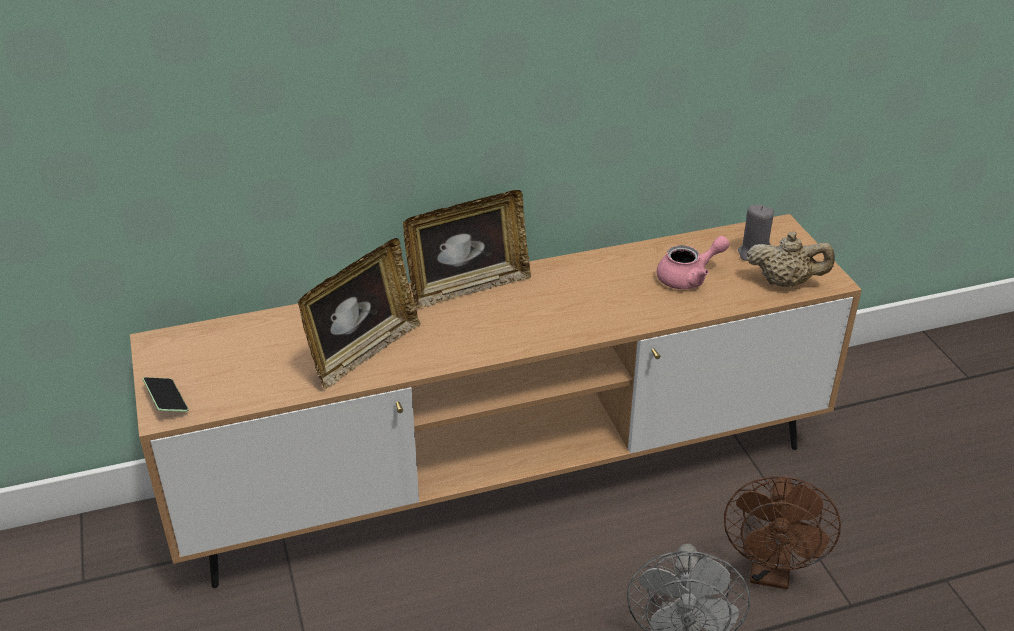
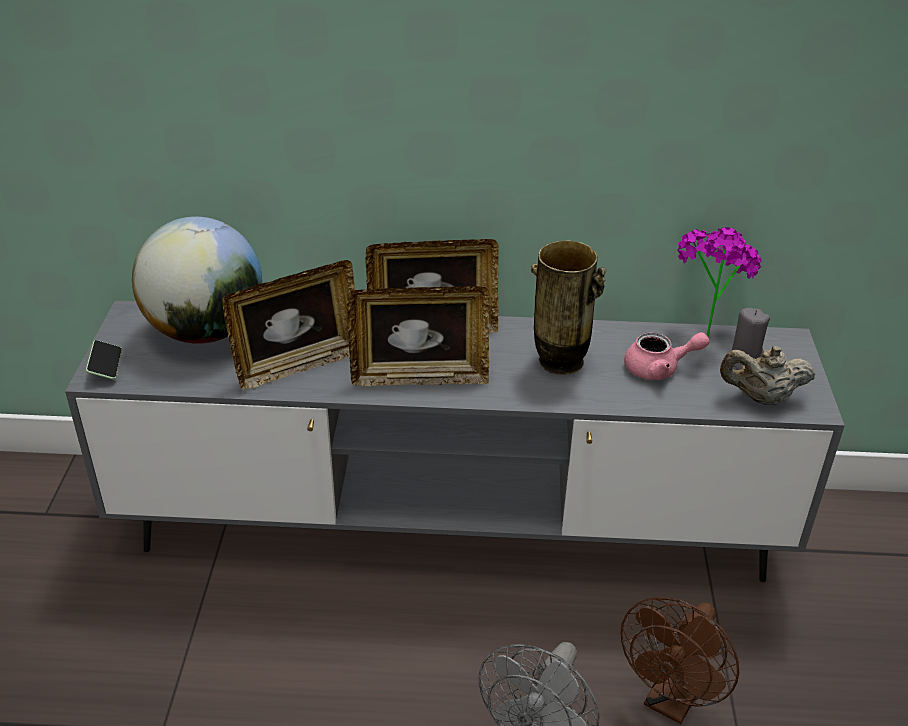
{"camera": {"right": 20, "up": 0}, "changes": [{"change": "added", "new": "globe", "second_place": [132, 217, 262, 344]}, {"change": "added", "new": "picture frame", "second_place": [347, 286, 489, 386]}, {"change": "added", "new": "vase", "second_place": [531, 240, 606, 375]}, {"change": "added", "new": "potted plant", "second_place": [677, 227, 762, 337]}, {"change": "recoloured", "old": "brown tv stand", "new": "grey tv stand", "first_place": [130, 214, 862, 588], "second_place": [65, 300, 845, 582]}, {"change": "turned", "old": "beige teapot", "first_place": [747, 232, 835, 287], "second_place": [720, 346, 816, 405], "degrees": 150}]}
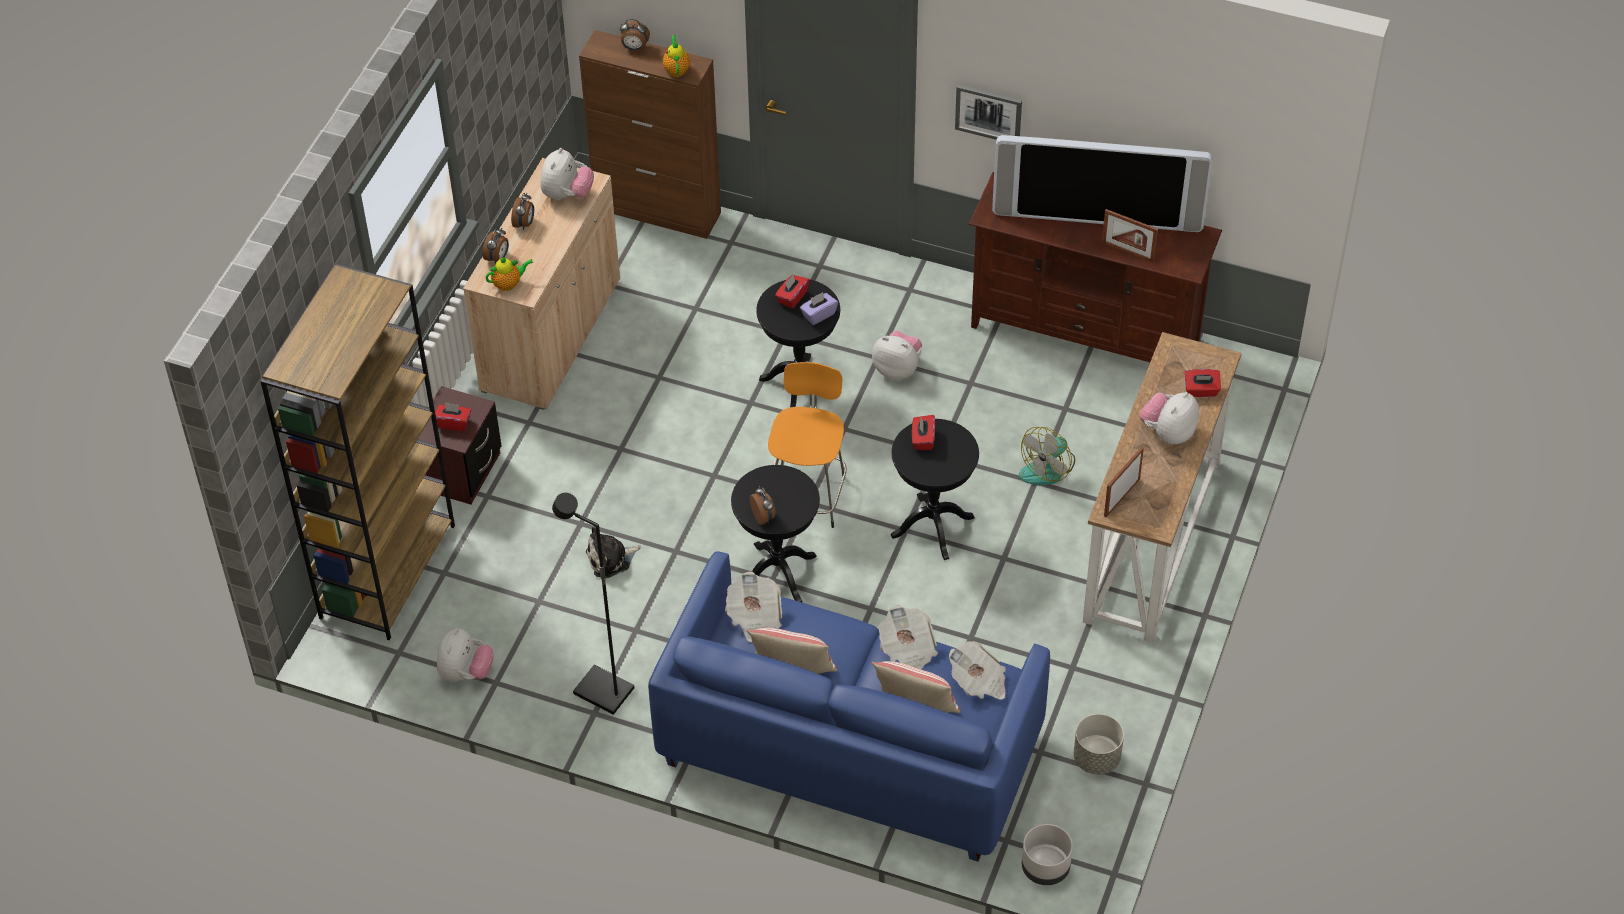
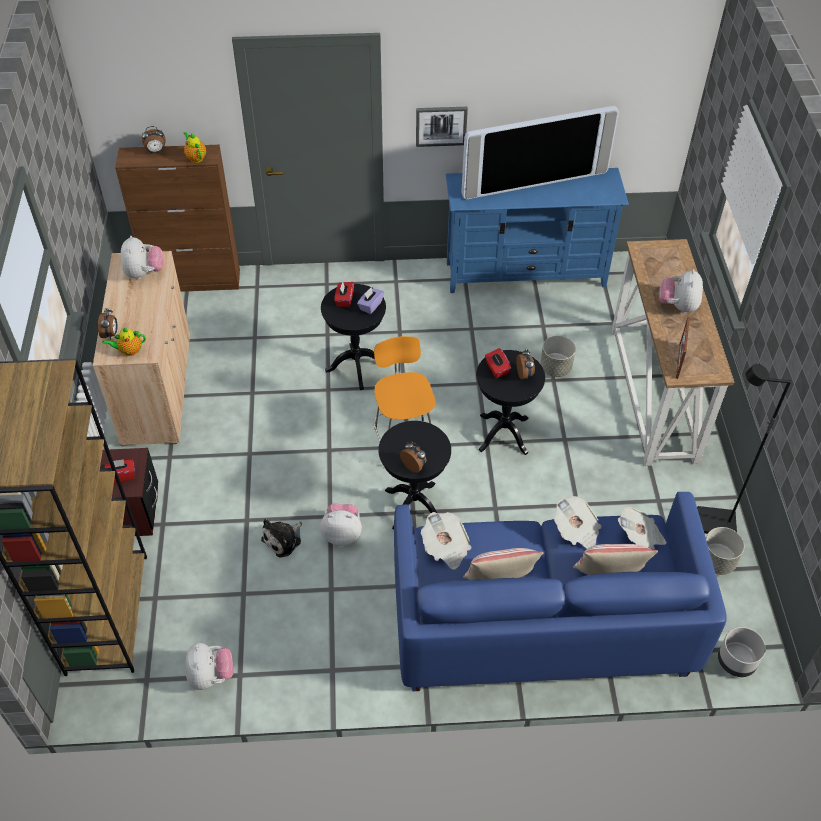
{"camera": {"right": -25, "up": 0}, "changes": [{"change": "removed", "old": "picture frame", "first_place": [1102, 209, 1158, 262]}, {"change": "removed", "old": "red tissue box", "first_place": [1184, 369, 1221, 397]}, {"change": "moved", "old": "alarm clock", "first_place": [511, 193, 534, 230], "second_place": [516, 349, 535, 379]}, {"change": "moved", "old": "black floor lamp", "first_place": [552, 493, 635, 715], "second_place": [697, 364, 791, 534]}, {"change": "moved", "old": "plush toy", "first_place": [872, 331, 922, 380], "second_place": [320, 503, 362, 546]}, {"change": "replaced", "old": "fan", "new": "grey planter", "first_place": [1019, 427, 1075, 485], "second_place": [540, 336, 576, 377]}, {"change": "recoloured", "old": "brown tv stand", "new": "blue tv stand", "first_place": [969, 172, 1222, 362], "second_place": [446, 168, 629, 293]}, {"change": "turned", "old": "teapot", "first_place": [486, 257, 533, 291], "second_place": [102, 328, 146, 356], "degrees": -150}]}
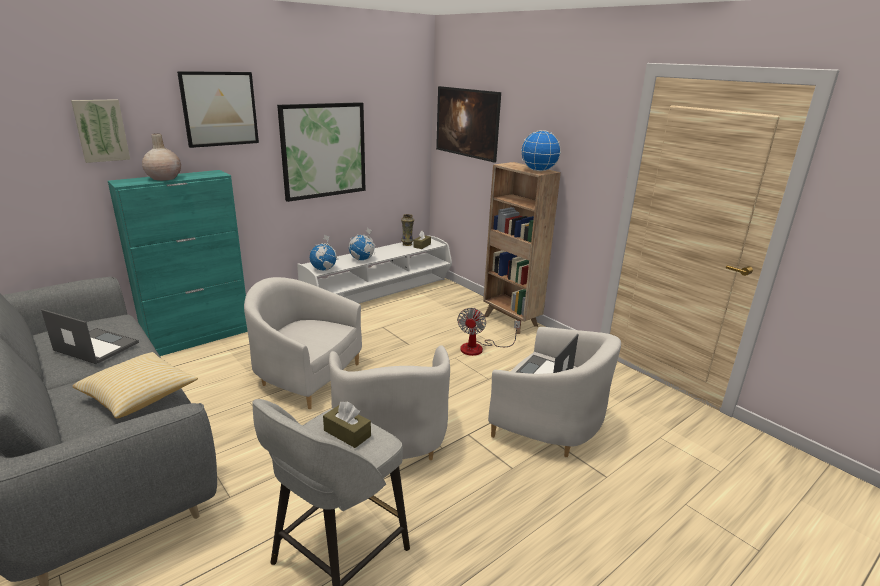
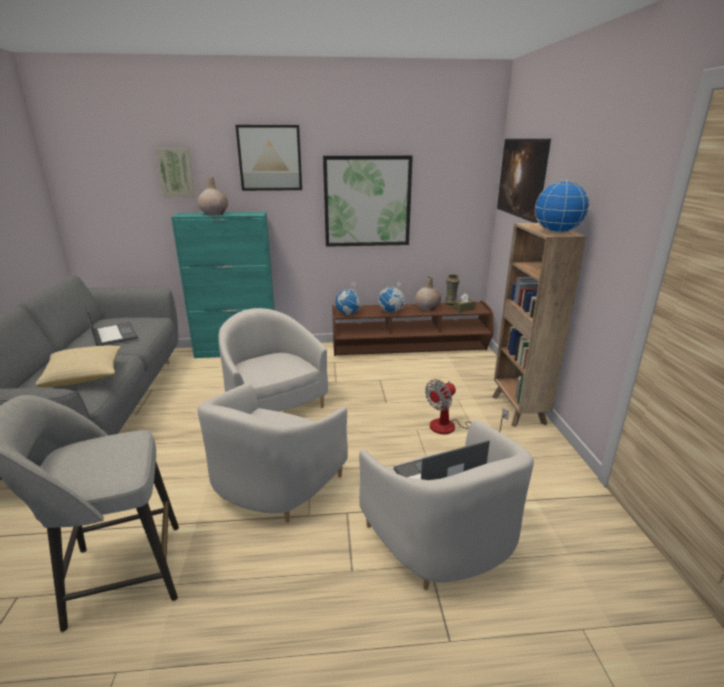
{"camera": {"right": 35, "up": 0}, "changes": [{"change": "removed", "old": "brown tissue box", "first_place": [323, 401, 371, 448]}, {"change": "added", "new": "beige vase", "second_place": [415, 277, 441, 311]}, {"change": "recoloured", "old": "white tv stand", "new": "brown tv stand", "first_place": [297, 235, 452, 303], "second_place": [332, 301, 494, 356]}]}
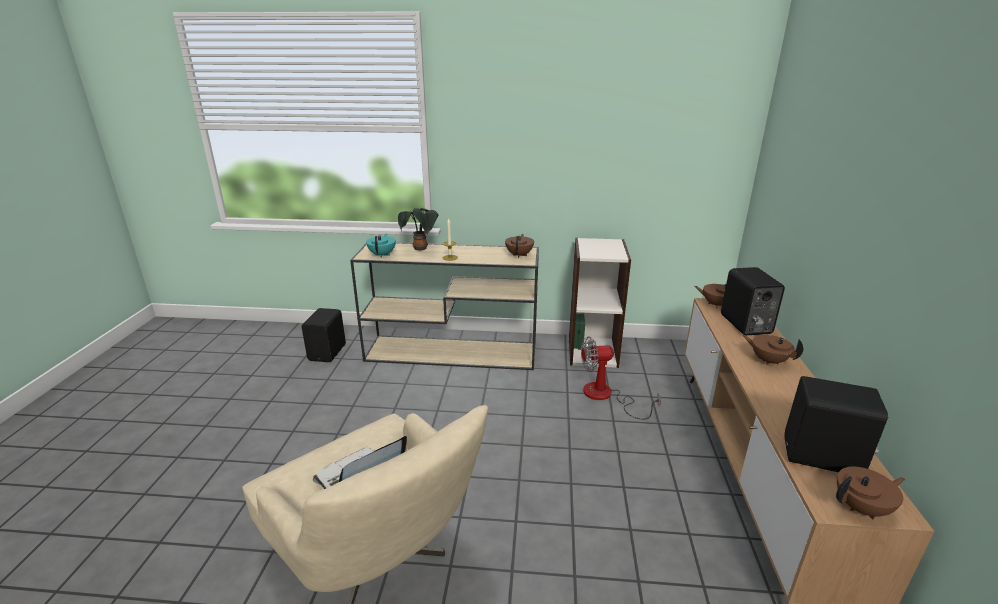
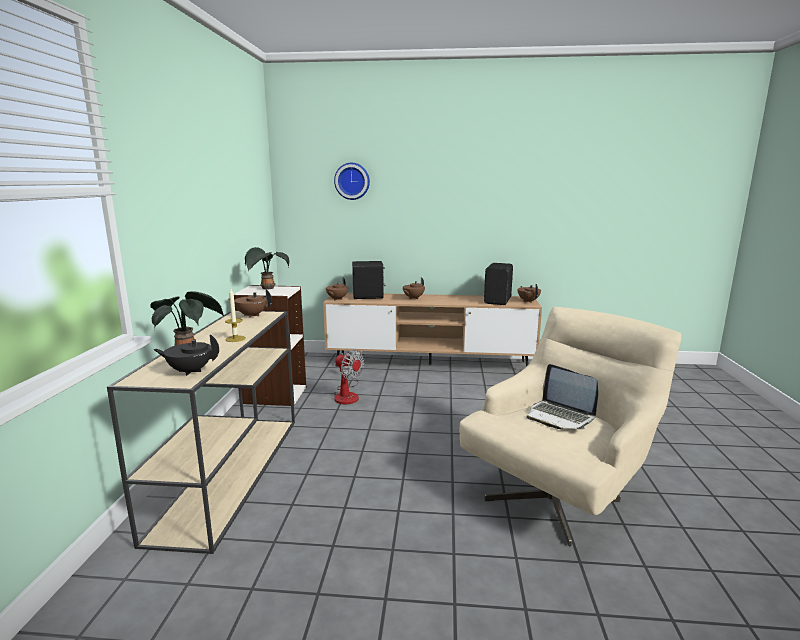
{"camera": {"right": -90, "up": -10}, "changes": [{"change": "removed", "old": "black speaker", "first_place": [302, 308, 346, 362]}, {"change": "added", "new": "potted plant", "second_place": [245, 247, 289, 289]}, {"change": "added", "new": "wall clock", "second_place": [334, 163, 370, 200]}, {"change": "recoloured", "old": "turquoise teapot", "new": "black teapot", "first_place": [366, 234, 396, 258], "second_place": [153, 334, 219, 376]}, {"change": "turned", "old": "fan", "first_place": [581, 336, 661, 420], "second_place": [334, 349, 364, 404], "degrees": -45}]}
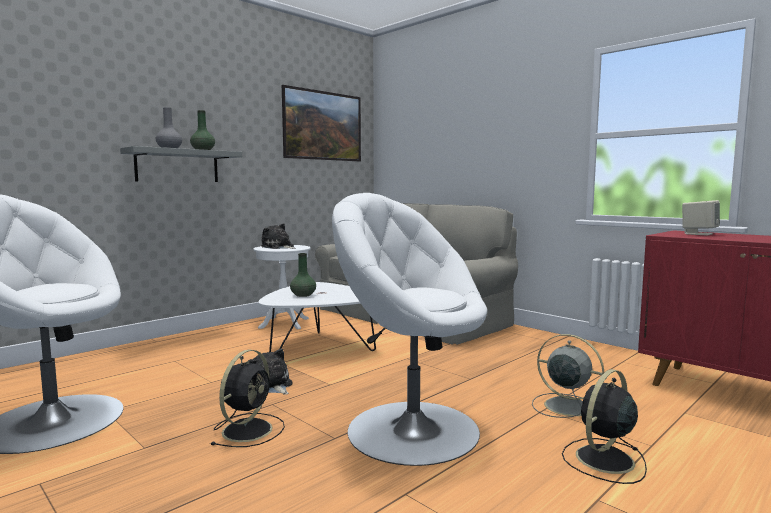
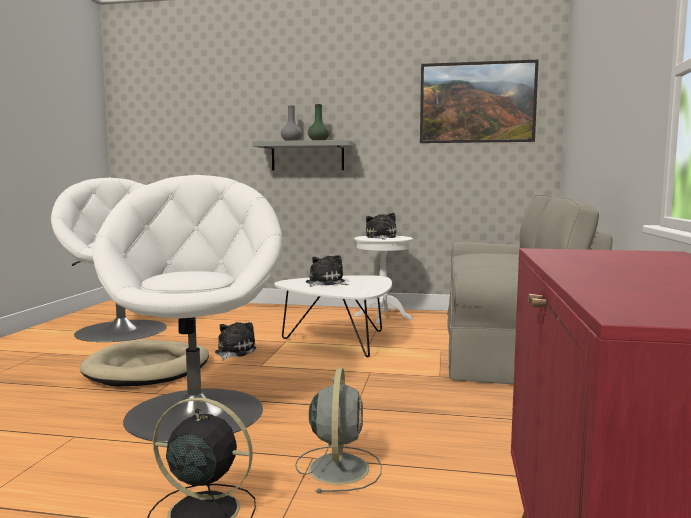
{"camera": {"right": 55, "up": 0}, "changes": [{"change": "removed", "old": "beige speaker", "first_place": [682, 200, 720, 236]}, {"change": "replaced", "old": "black fan", "new": "beige dog bed", "first_place": [210, 350, 285, 447], "second_place": [80, 339, 209, 386]}, {"change": "replaced", "old": "green vase", "new": "plush toy", "first_place": [290, 253, 316, 297], "second_place": [306, 255, 345, 287]}]}
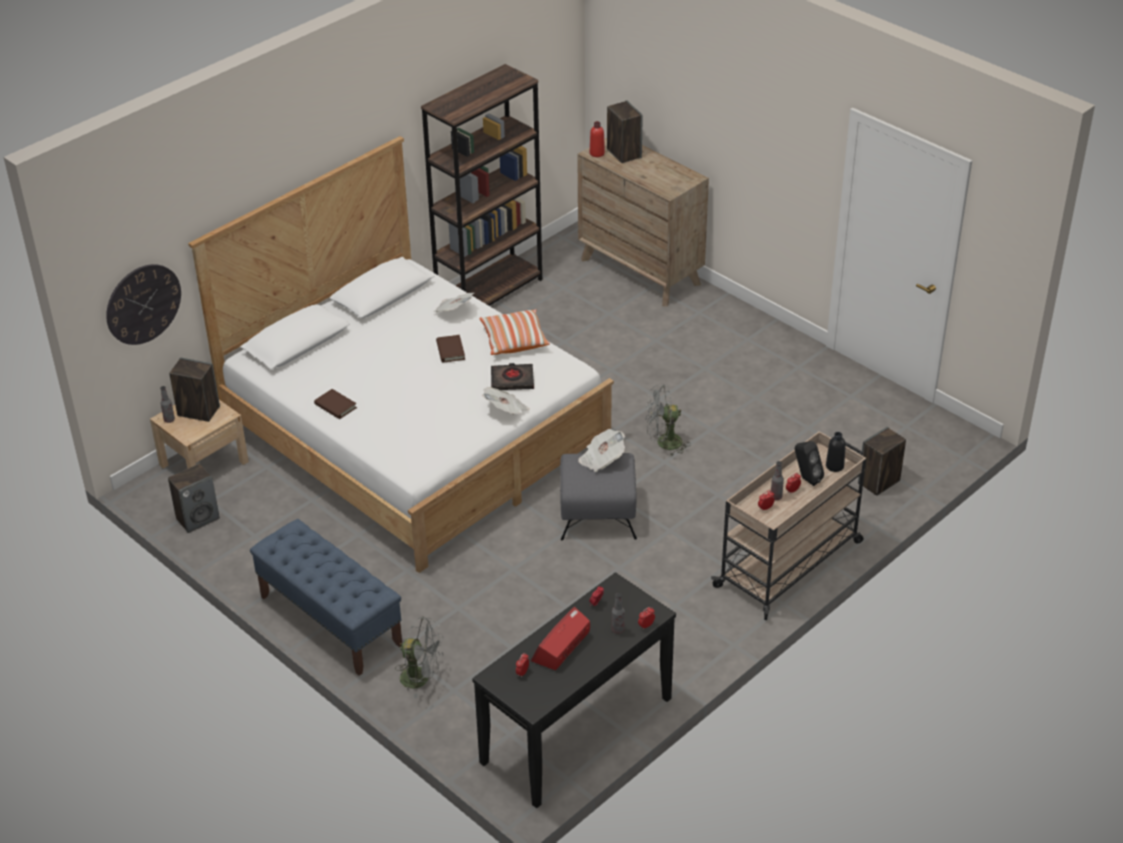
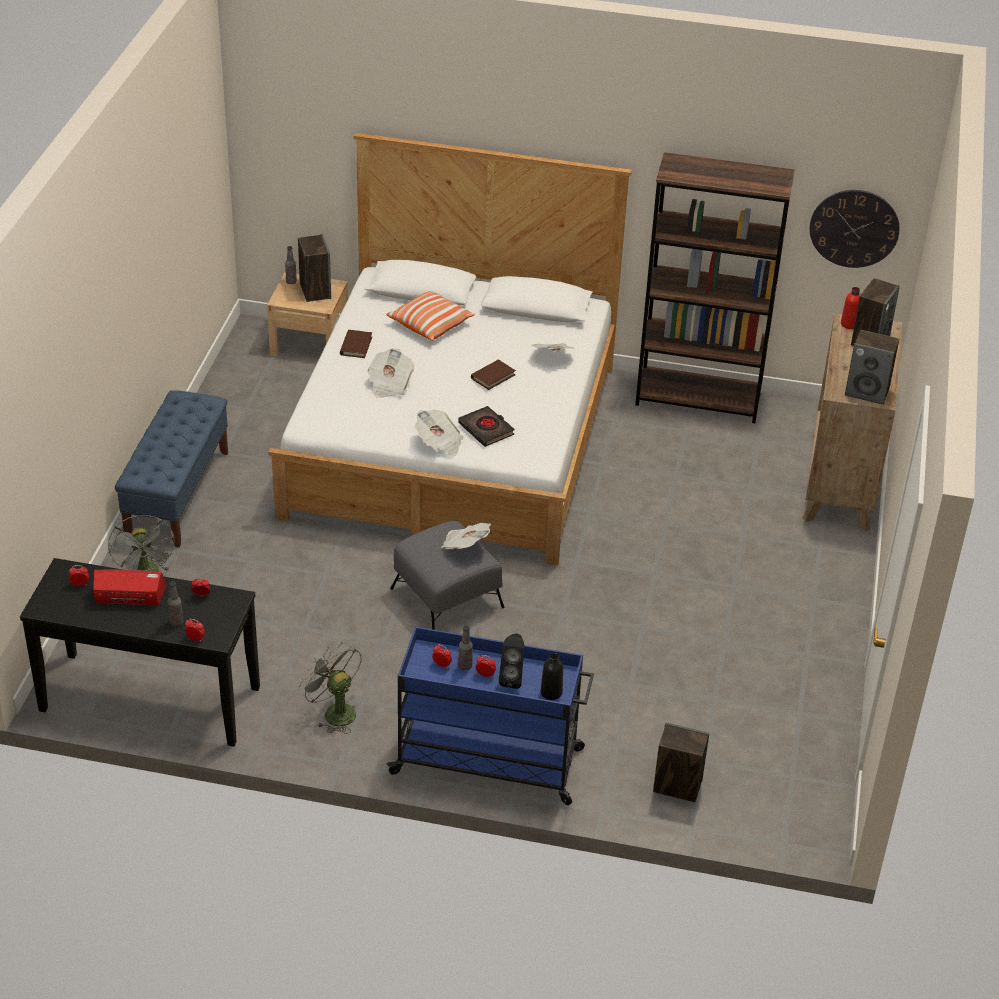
{"camera": {"right": 55, "up": 0}, "changes": [{"change": "added", "new": "newspaper", "second_place": [368, 348, 414, 398]}, {"change": "moved", "old": "wall clock", "first_place": [106, 264, 181, 345], "second_place": [810, 190, 900, 268]}, {"change": "moved", "old": "speaker", "first_place": [168, 464, 220, 533], "second_place": [845, 330, 899, 405]}, {"change": "moved", "old": "pillow", "first_place": [479, 309, 550, 355], "second_place": [386, 291, 475, 341]}, {"change": "moved", "old": "grey fan", "first_place": [645, 385, 691, 457], "second_place": [299, 641, 362, 734]}, {"change": "recoloured", "old": "beige cart", "new": "blue cart", "first_place": [711, 431, 866, 620], "second_place": [386, 627, 594, 805]}]}
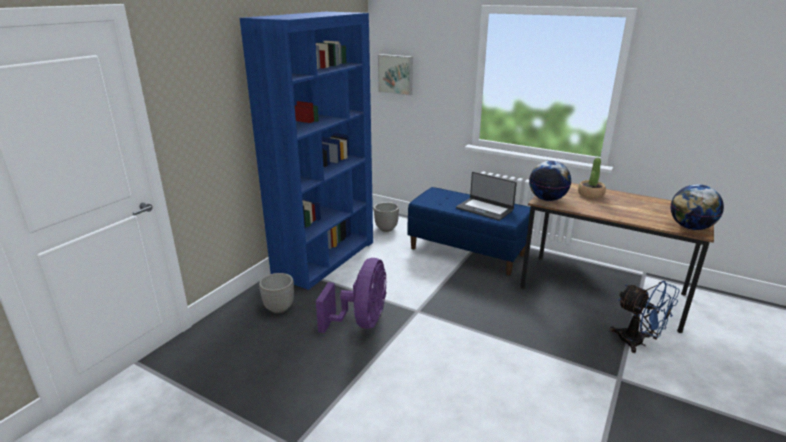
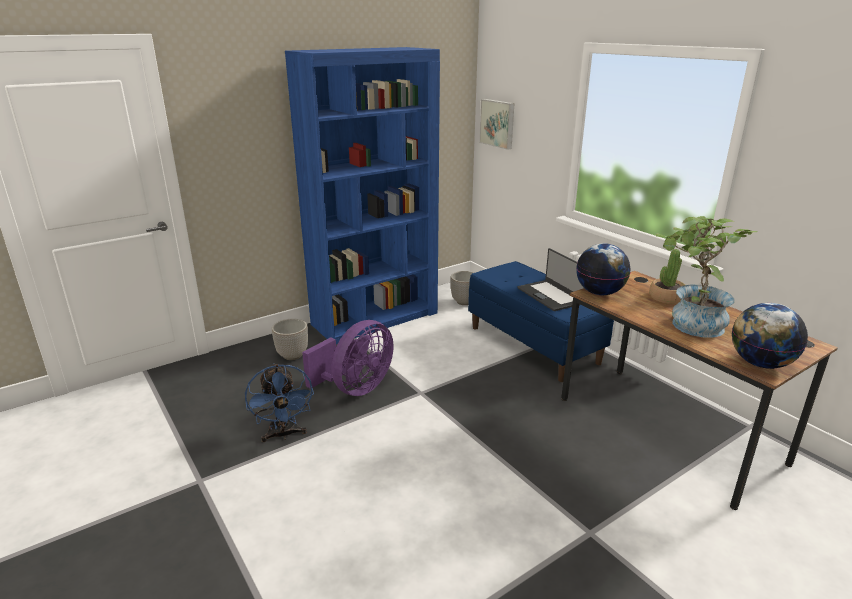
{"camera": {"right": 25, "up": 0}, "changes": [{"change": "added", "new": "potted plant", "second_place": [655, 216, 758, 338]}, {"change": "moved", "old": "blue fan", "first_place": [610, 281, 680, 353], "second_place": [245, 363, 314, 442]}]}
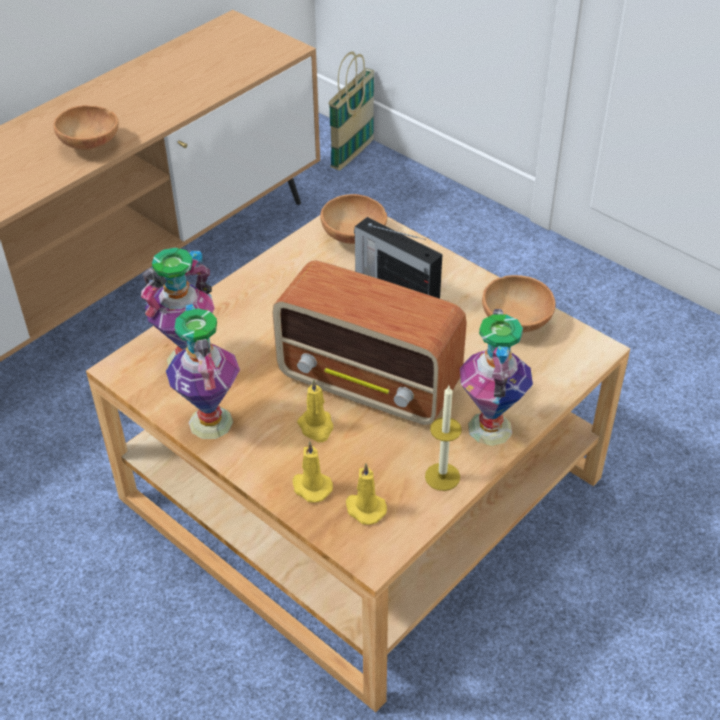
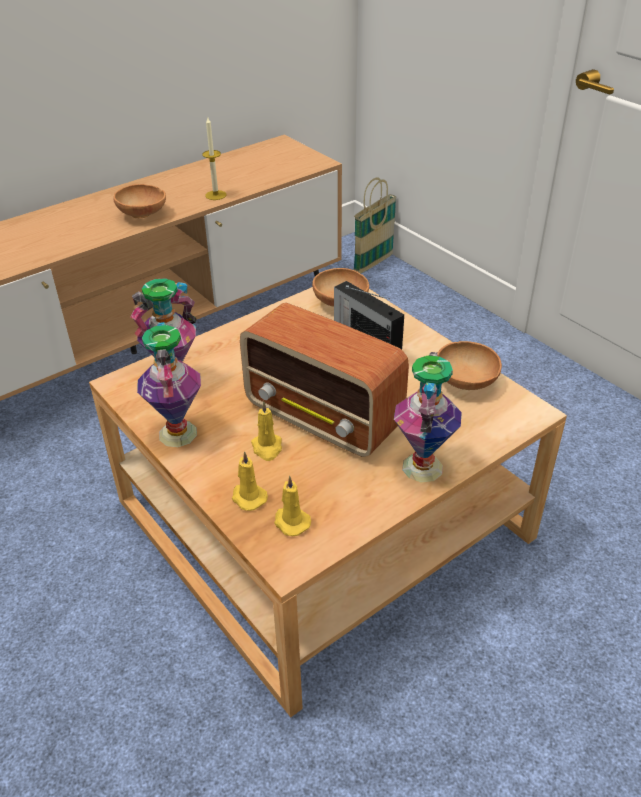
{"camera": {"right": 10, "up": -5}, "changes": [{"change": "moved", "old": "candle", "first_place": [425, 386, 462, 491], "second_place": [202, 118, 226, 200]}]}
